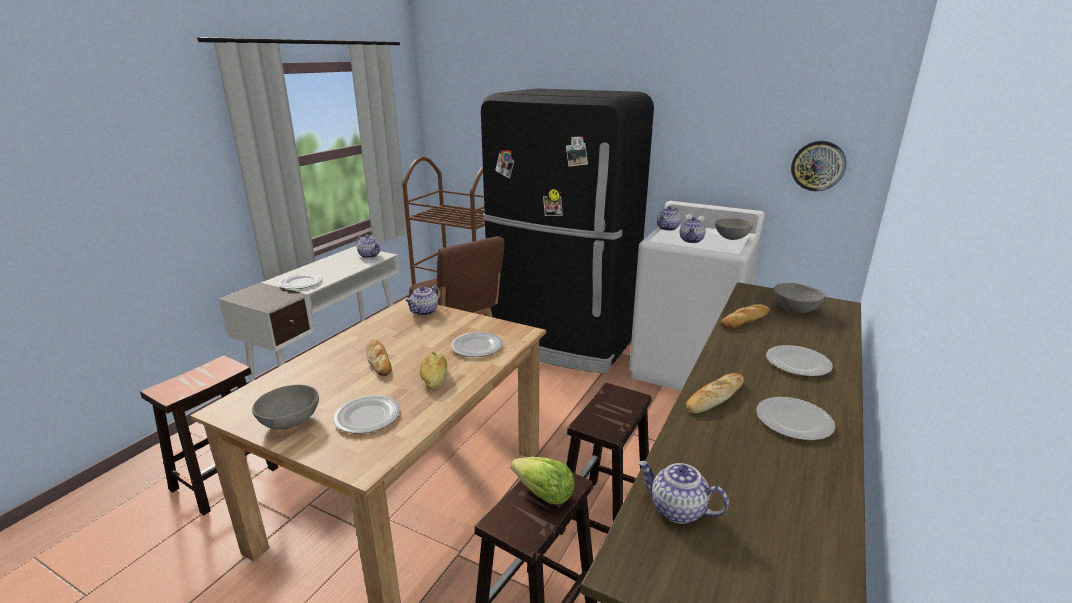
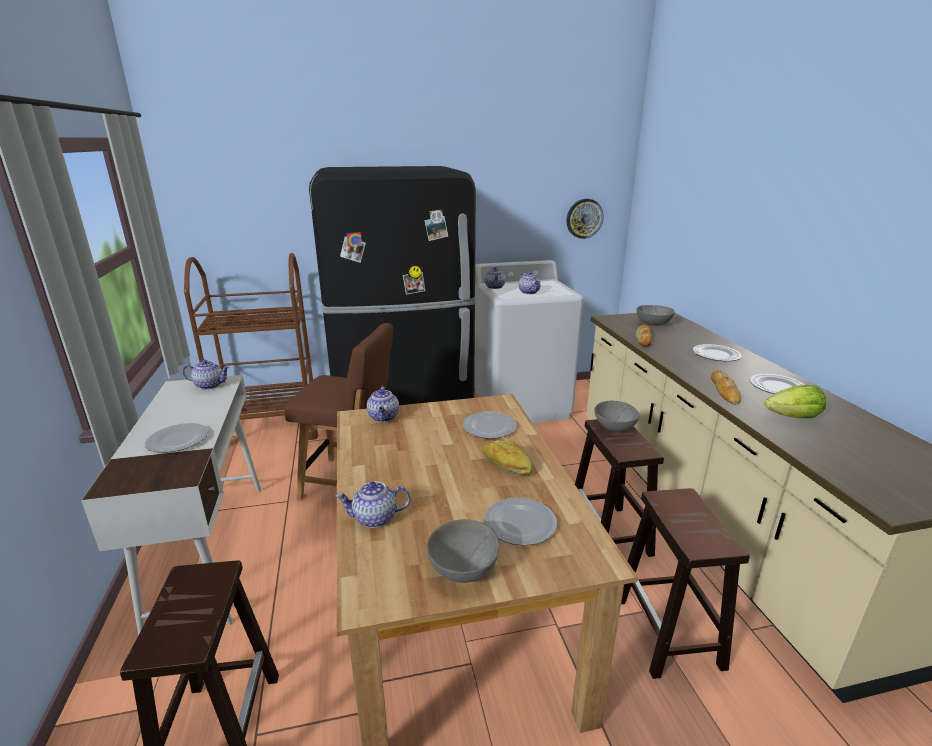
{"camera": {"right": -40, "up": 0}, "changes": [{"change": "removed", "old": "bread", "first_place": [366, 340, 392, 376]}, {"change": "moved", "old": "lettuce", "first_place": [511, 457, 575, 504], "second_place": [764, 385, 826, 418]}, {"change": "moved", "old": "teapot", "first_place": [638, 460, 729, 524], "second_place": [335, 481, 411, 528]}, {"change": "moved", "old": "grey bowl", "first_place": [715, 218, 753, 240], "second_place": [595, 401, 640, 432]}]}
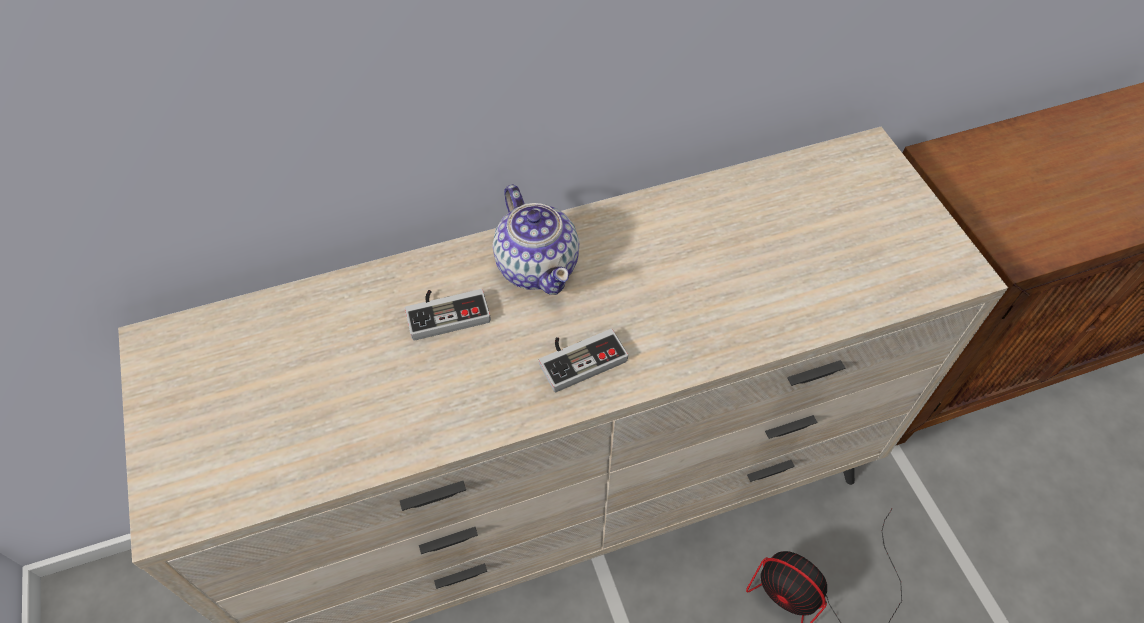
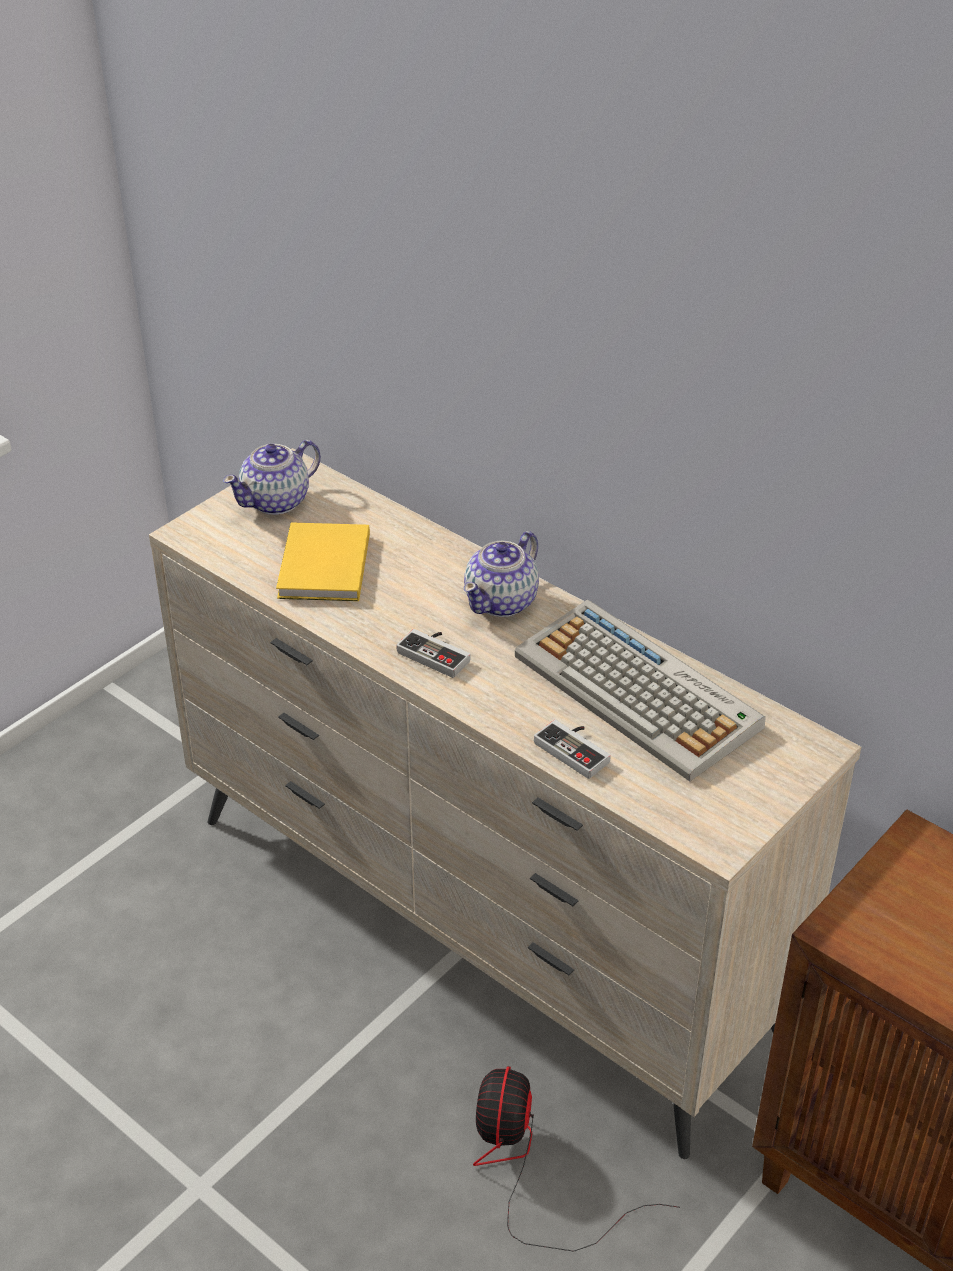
{"camera": {"right": 60, "up": -15}, "changes": [{"change": "added", "new": "teapot", "second_place": [223, 440, 321, 515]}, {"change": "added", "new": "yellow book", "second_place": [276, 522, 370, 601]}, {"change": "added", "new": "keyboard", "second_place": [515, 599, 766, 782]}, {"change": "moved", "old": "game controller", "first_place": [405, 289, 491, 341], "second_place": [534, 720, 611, 779]}]}
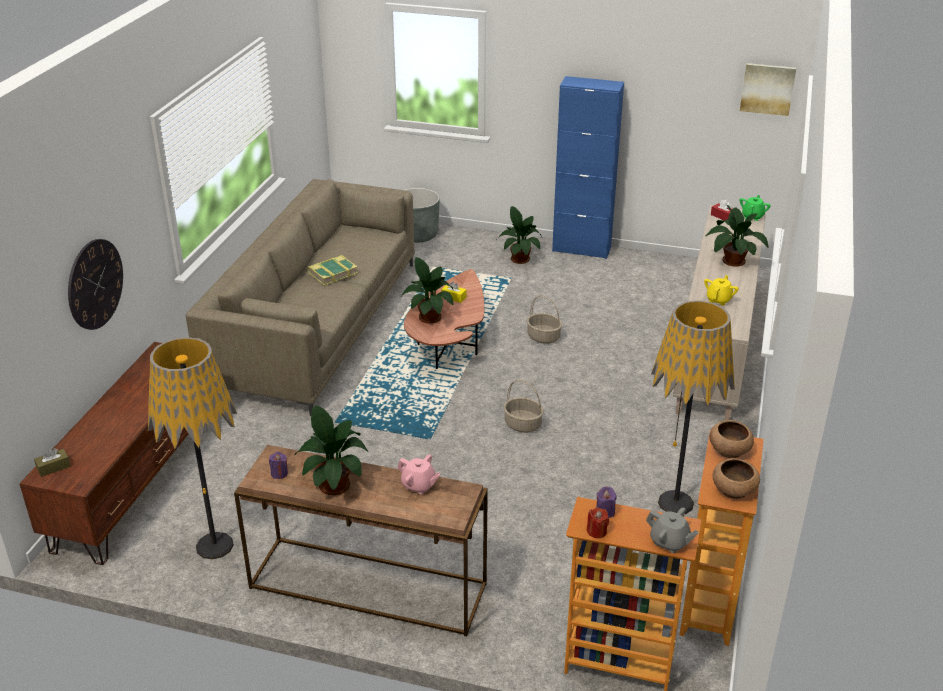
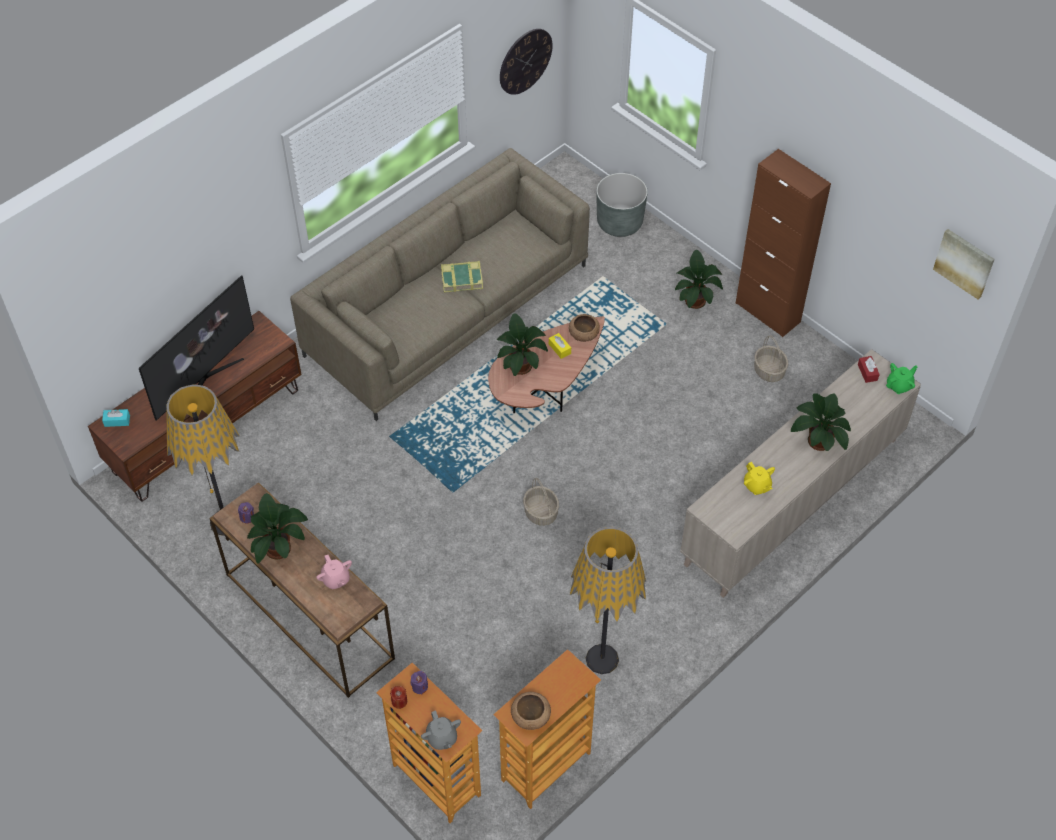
{"camera": {"right": 30, "up": 20}, "changes": [{"change": "added", "new": "television", "second_place": [139, 275, 254, 421]}, {"change": "moved", "old": "wall clock", "first_place": [68, 239, 123, 330], "second_place": [500, 29, 553, 95]}, {"change": "moved", "old": "basket", "first_place": [527, 295, 562, 344], "second_place": [754, 335, 788, 382]}, {"change": "moved", "old": "brown bowl", "first_place": [709, 420, 754, 458], "second_place": [569, 314, 600, 342]}, {"change": "recoloured", "old": "brown tissue box", "new": "turquoise tissue box", "first_place": [34, 448, 71, 477], "second_place": [102, 409, 130, 427]}, {"change": "recoloured", "old": "blue cabinet", "new": "brown cabinet", "first_place": [552, 76, 624, 259], "second_place": [736, 149, 831, 337]}, {"change": "turned", "old": "yellow teapot", "first_place": [704, 275, 739, 306], "second_place": [744, 462, 775, 495], "degrees": 90}]}
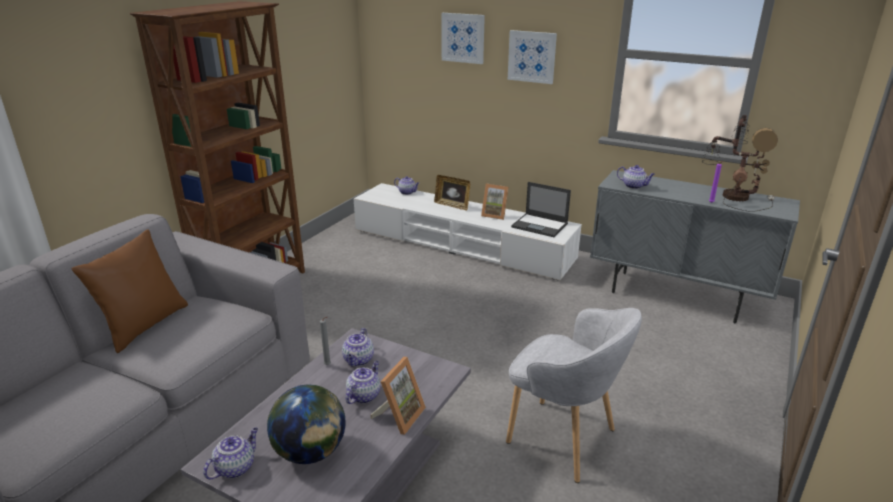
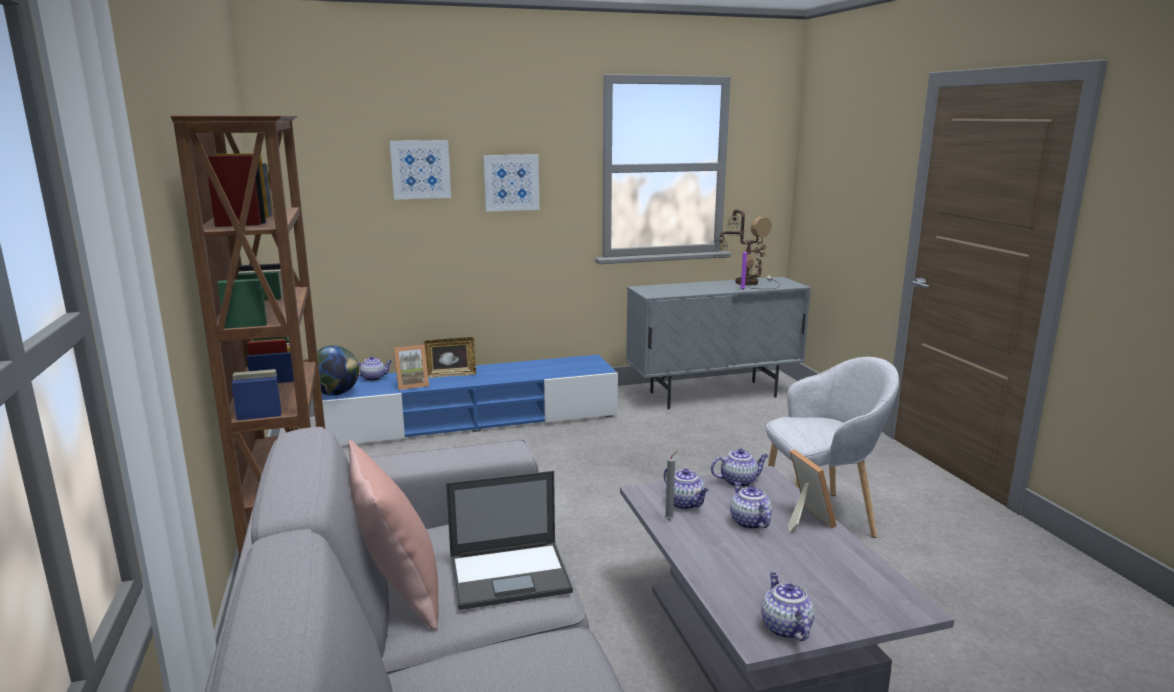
{"camera": {"right": -45, "up": -10}, "changes": [{"change": "moved", "old": "globe", "first_place": [267, 385, 346, 464], "second_place": [317, 345, 359, 396]}, {"change": "moved", "old": "picture frame", "first_place": [481, 184, 509, 220], "second_place": [394, 345, 429, 390]}, {"change": "moved", "old": "laptop", "first_place": [511, 182, 571, 237], "second_place": [446, 471, 573, 610]}, {"change": "moved", "old": "teapot", "first_place": [617, 165, 655, 189], "second_place": [711, 449, 769, 487]}, {"change": "recoloured", "old": "brown pillow", "new": "pink pillow", "first_place": [71, 229, 188, 353], "second_place": [348, 440, 439, 630]}, {"change": "recoloured", "old": "white tv stand", "new": "blue tv stand", "first_place": [354, 183, 582, 281], "second_place": [322, 355, 618, 446]}]}
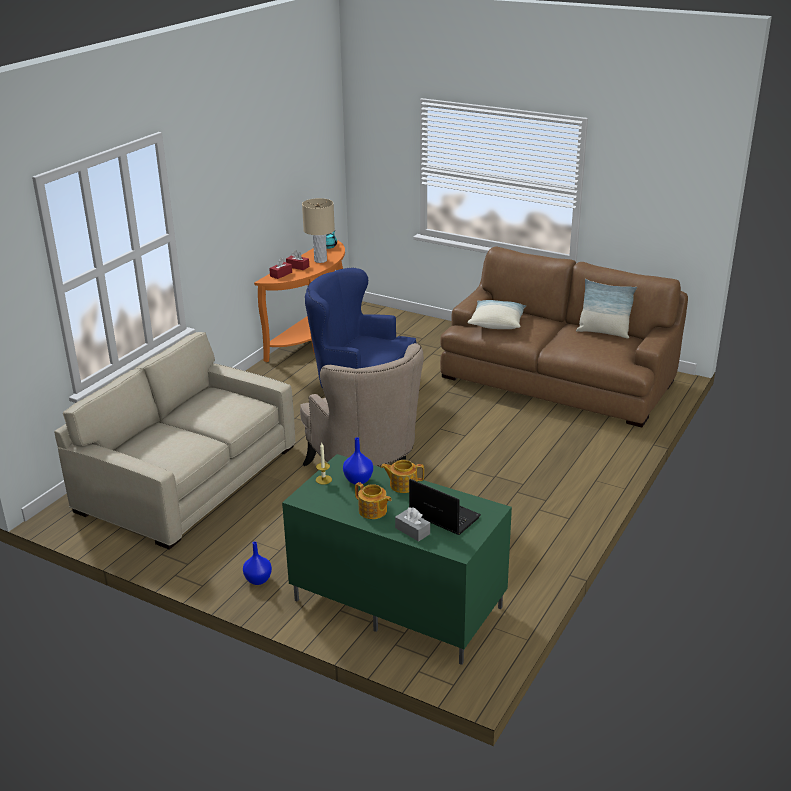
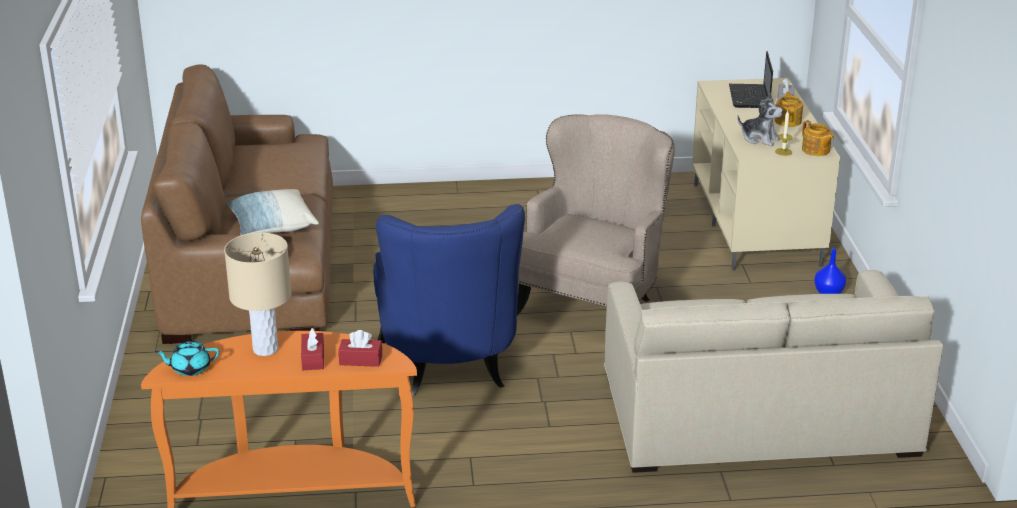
{"camera": {"right": -125, "up": 0}, "changes": [{"change": "removed", "old": "pillow", "first_place": [576, 279, 637, 339]}, {"change": "moved", "old": "teapot", "first_place": [381, 460, 424, 493], "second_place": [802, 120, 835, 156]}, {"change": "replaced", "old": "blue vase", "new": "plush toy", "first_place": [343, 437, 373, 484], "second_place": [737, 93, 783, 146]}, {"change": "recoloured", "old": "green tv stand", "new": "beige tv stand", "first_place": [282, 454, 512, 665], "second_place": [692, 78, 840, 271]}]}
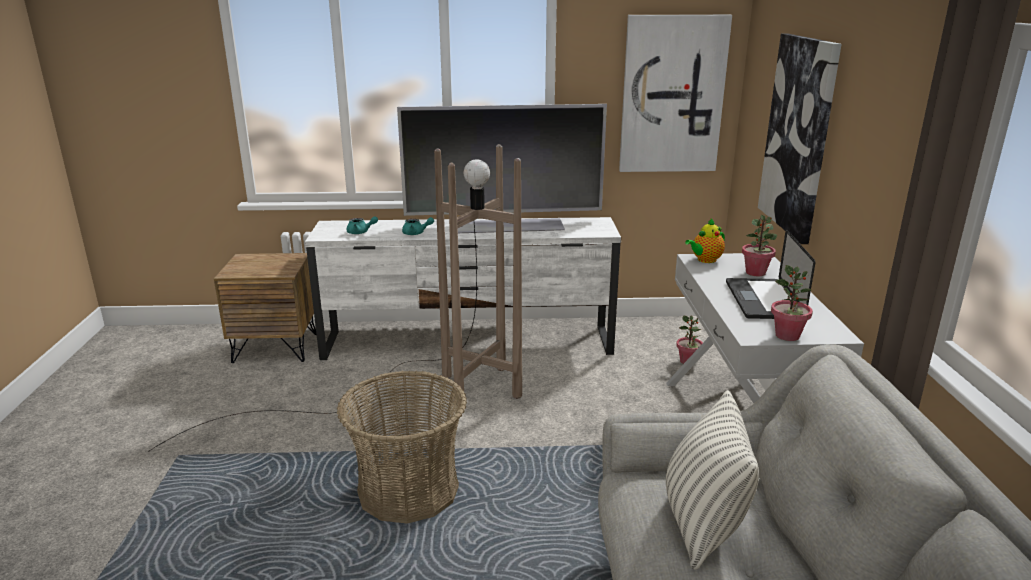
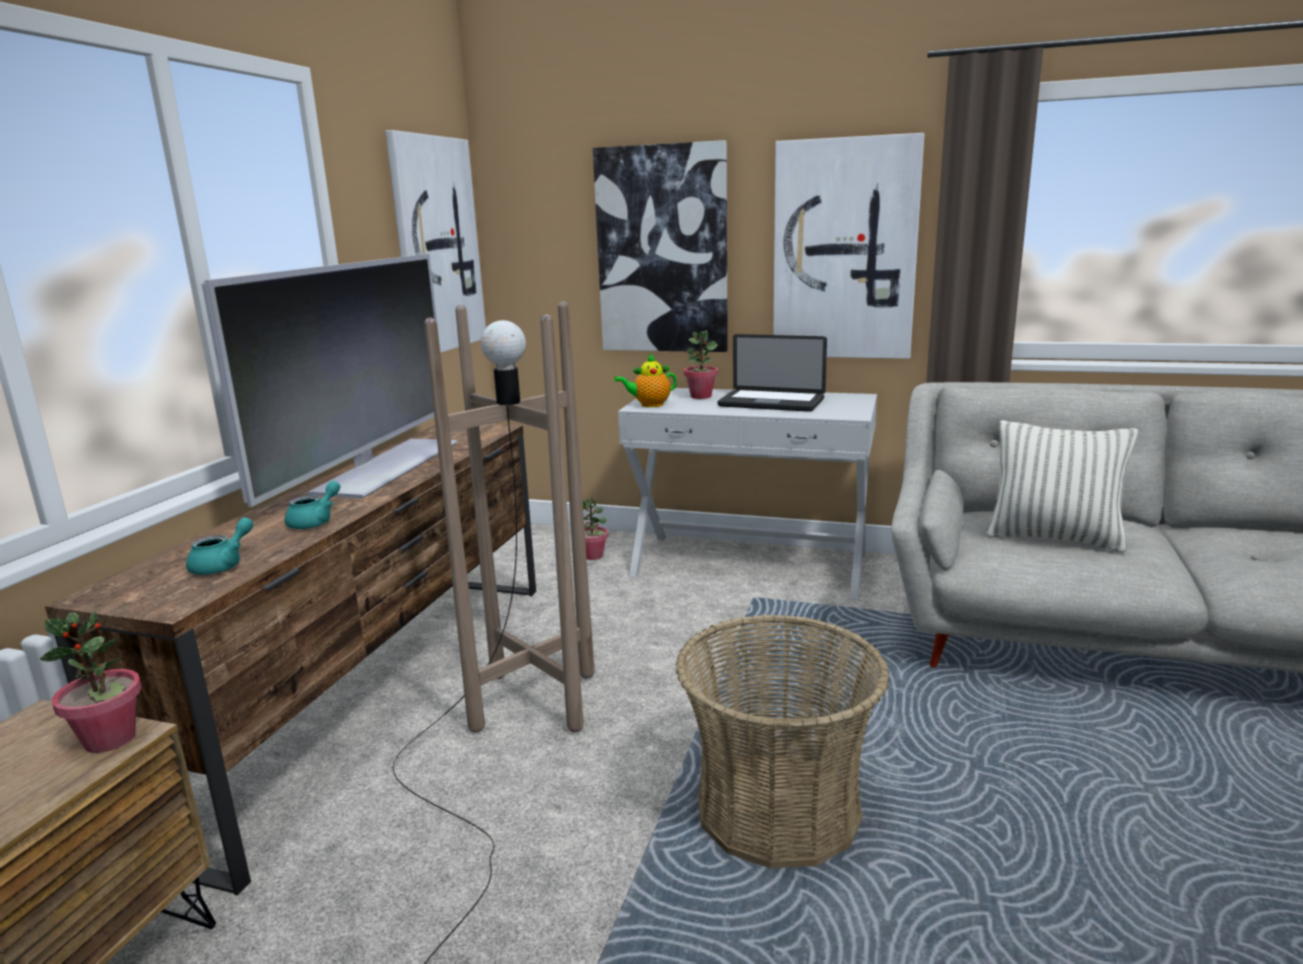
{"camera": {"right": -70, "up": -5}, "changes": [{"change": "added", "new": "picture", "second_place": [773, 133, 925, 359]}, {"change": "moved", "old": "potted plant", "first_place": [771, 265, 813, 341], "second_place": [40, 611, 142, 753]}, {"change": "recoloured", "old": "white tv stand", "new": "brown tv stand", "first_place": [305, 217, 621, 360], "second_place": [45, 424, 536, 896]}, {"change": "turned", "old": "teapot", "first_place": [685, 219, 725, 263], "second_place": [614, 353, 677, 407], "degrees": 90}]}
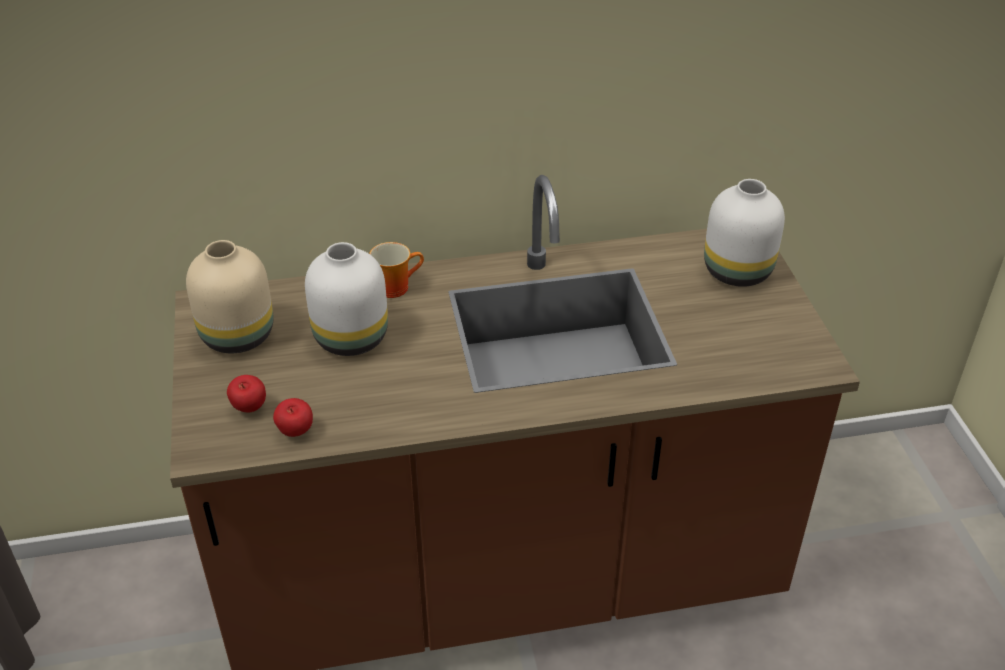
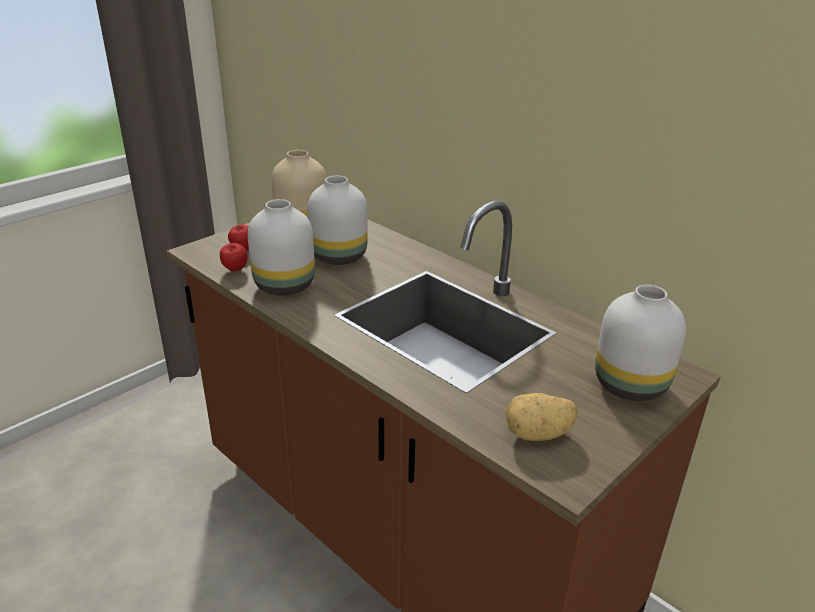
{"camera": {"right": 55, "up": -10}, "changes": [{"change": "removed", "old": "mug", "first_place": [369, 242, 424, 298]}, {"change": "added", "new": "white vase", "second_place": [248, 199, 315, 295]}, {"change": "added", "new": "potato", "second_place": [506, 393, 578, 441]}]}
